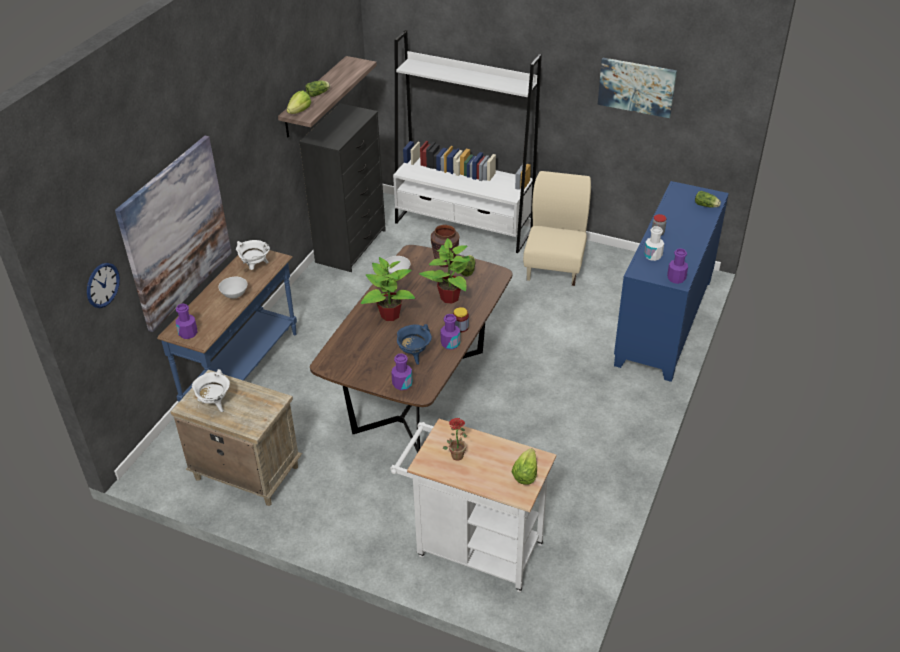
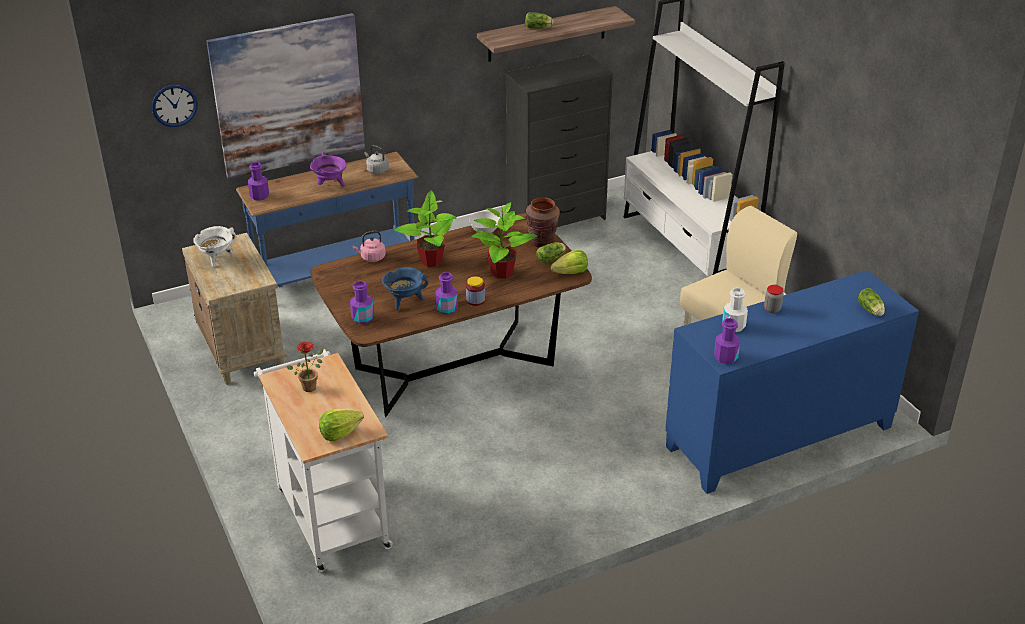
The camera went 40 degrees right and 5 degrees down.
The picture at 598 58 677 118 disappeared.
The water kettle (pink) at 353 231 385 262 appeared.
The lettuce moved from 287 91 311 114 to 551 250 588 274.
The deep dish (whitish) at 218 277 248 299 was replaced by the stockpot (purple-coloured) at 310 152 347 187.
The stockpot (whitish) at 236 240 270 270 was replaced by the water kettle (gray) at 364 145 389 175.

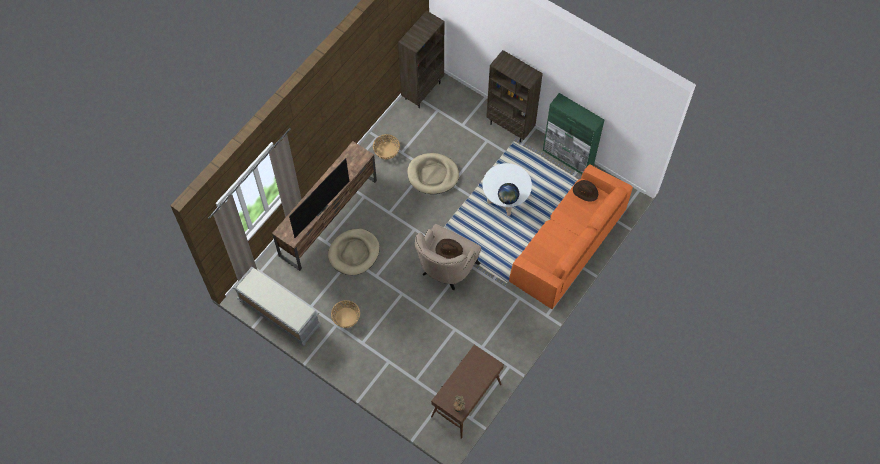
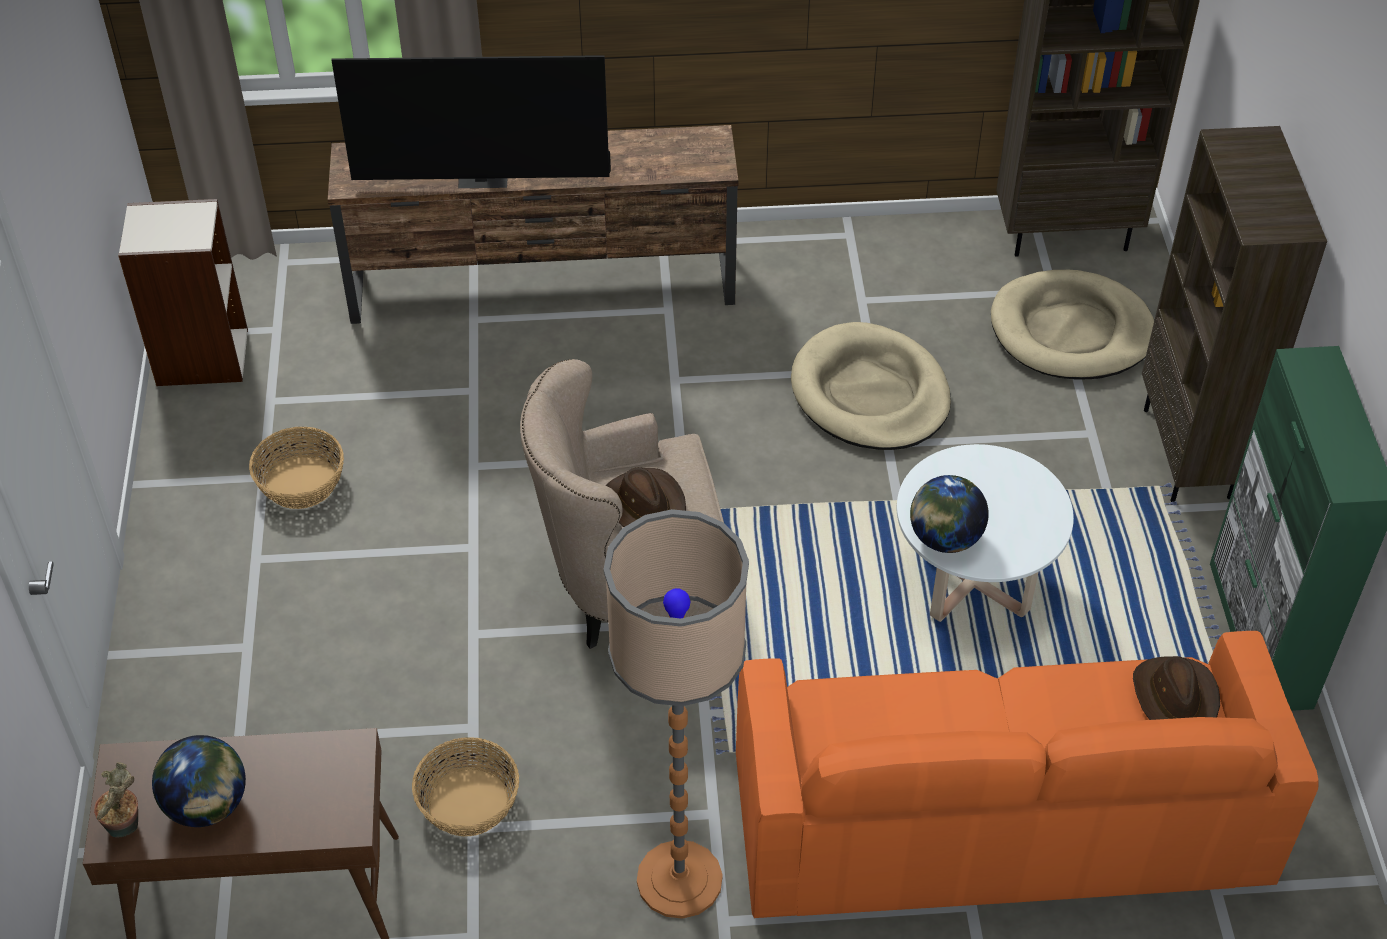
The camera went 50 degrees right and 15 degrees down.
The globe at 152 735 246 827 appeared.
The standing lamp at 604 509 749 919 appeared.
The pet bed (beige-coloured) moved from 328 229 380 275 to 991 270 1154 380.
The household basket moved from 373 134 400 160 to 412 737 519 836.
The bench (gray) at 233 267 322 346 was replaced by the bookcase at 118 199 248 386.

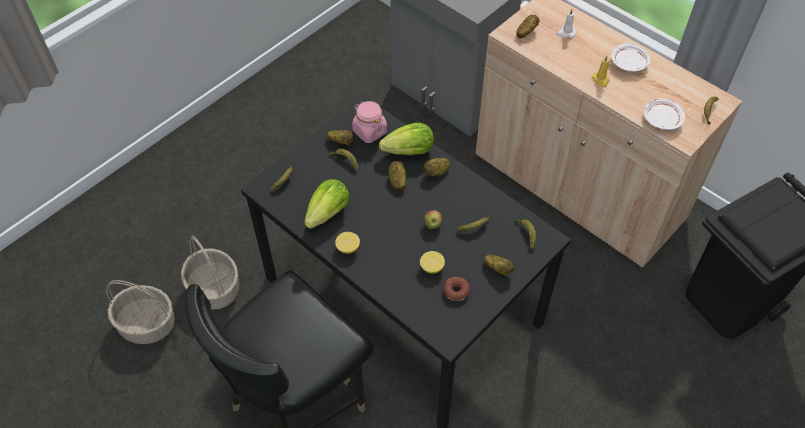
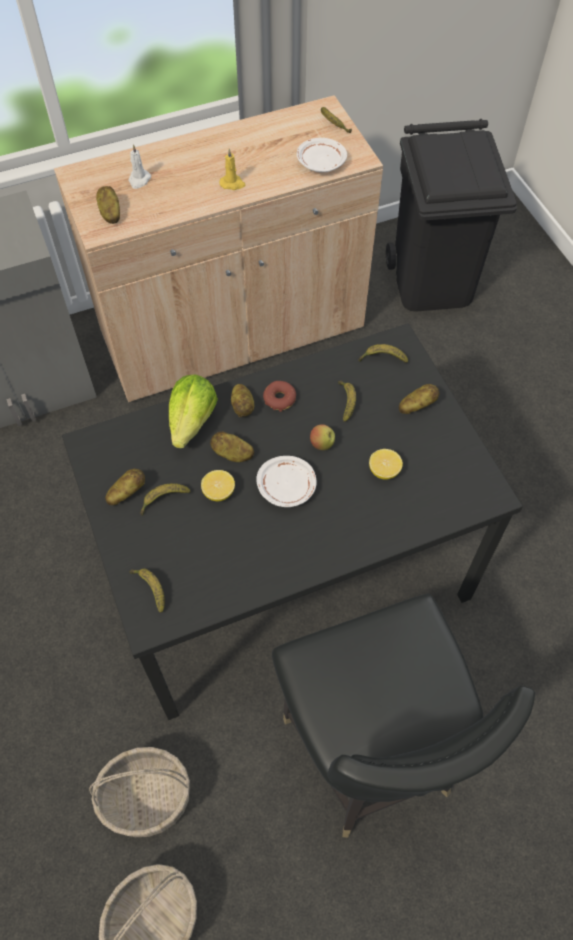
The camera went 65 degrees left and 5 degrees up.
The lettuce at 304 179 350 229 disappeared.
The preserve jar (pink) at 352 101 387 143 disappeared.
The citrus fruit moved from 335 232 360 254 to 201 470 235 501.
The doughnut moved from 443 277 470 301 to 263 381 296 412.
The dinner plate (whitish) moved from 611 43 650 72 to 256 456 316 507.

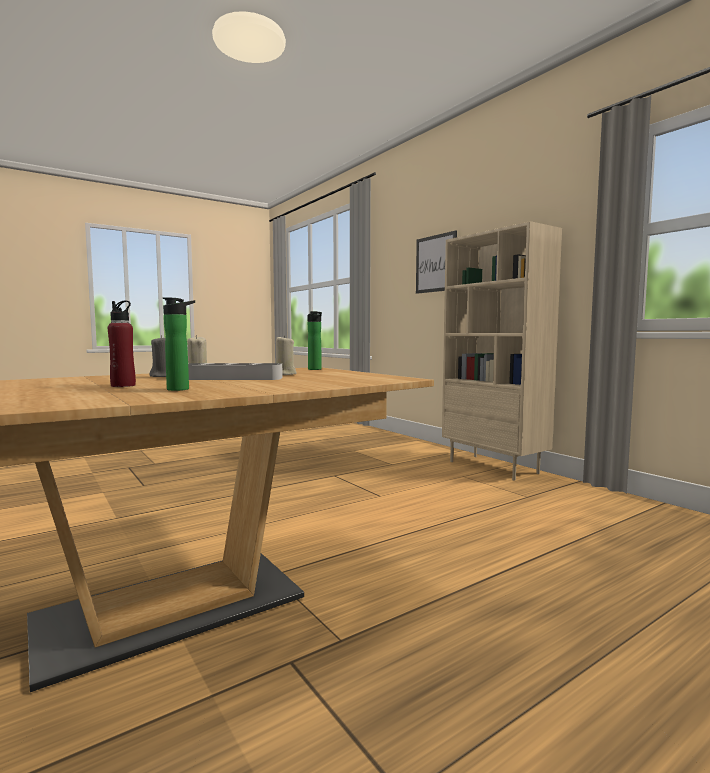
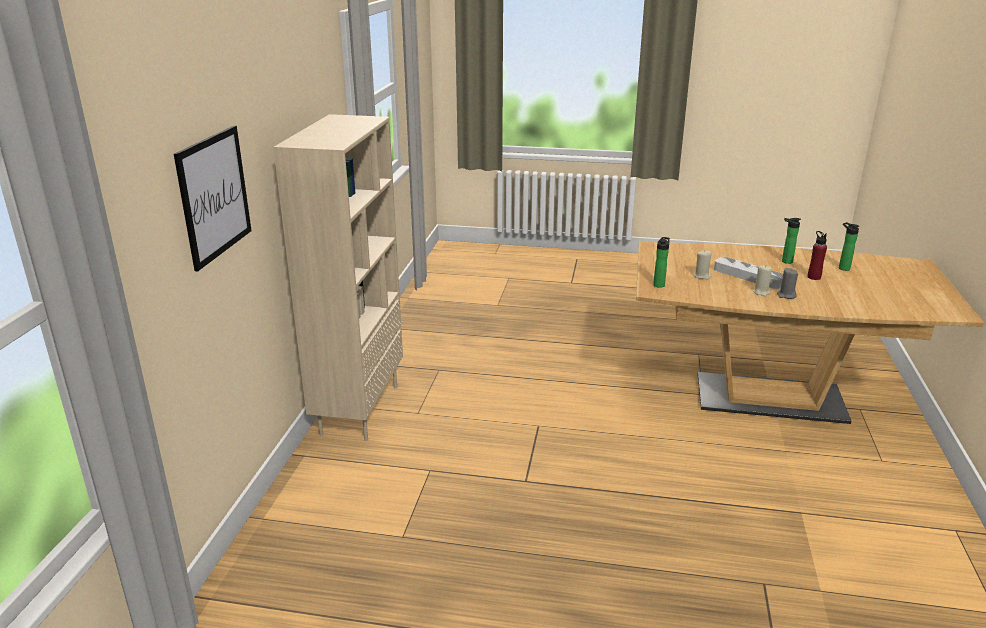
The camera went 135 degrees left and 20 degrees up.
The bottle at 839 222 859 271 appeared.

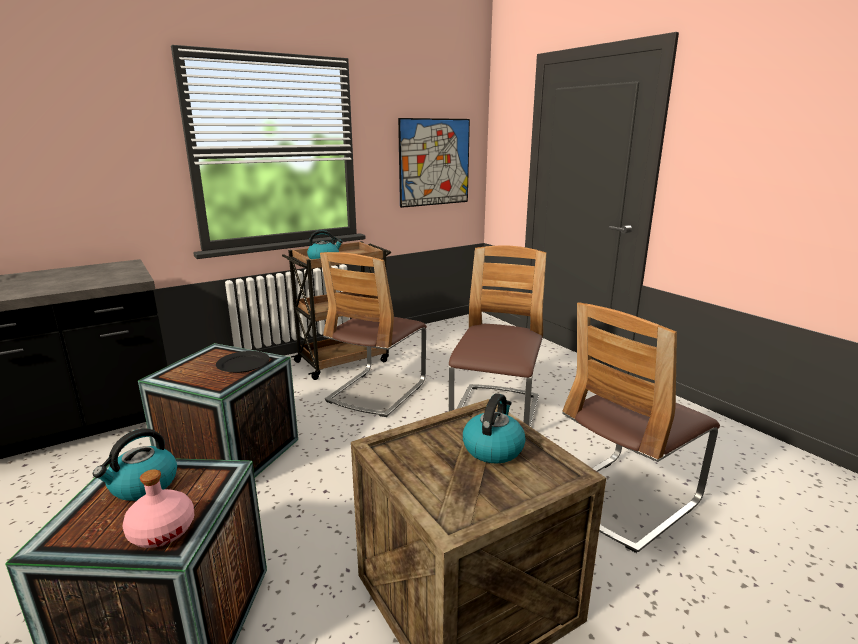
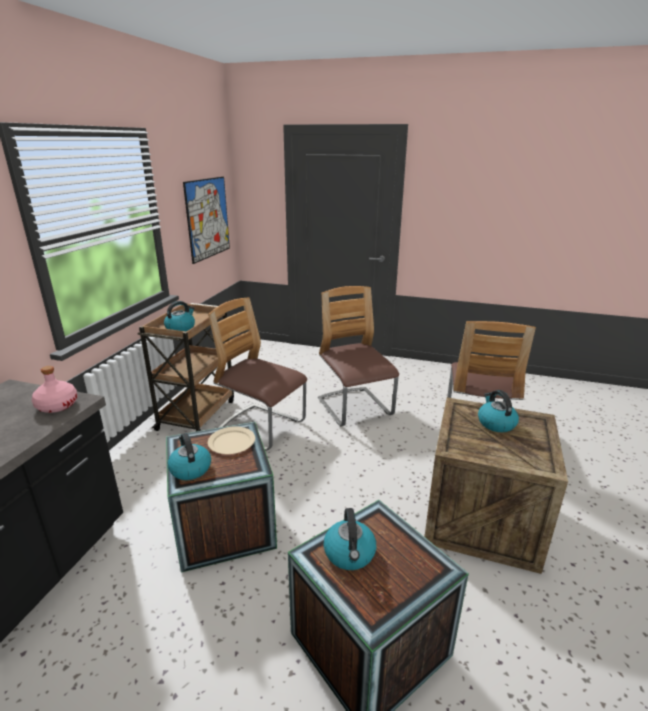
The camera went 40 degrees left and 5 degrees up.
The water kettle at 168 433 211 480 appeared.
The bottle (pink) moved from 122 469 194 548 to 32 366 78 413.
The dinner plate (blackish) at 216 351 270 373 became the dinner plate (beige-coloured) at 208 426 255 454.
The plain chair at 320 252 427 417 turned 135 degrees clockwise.

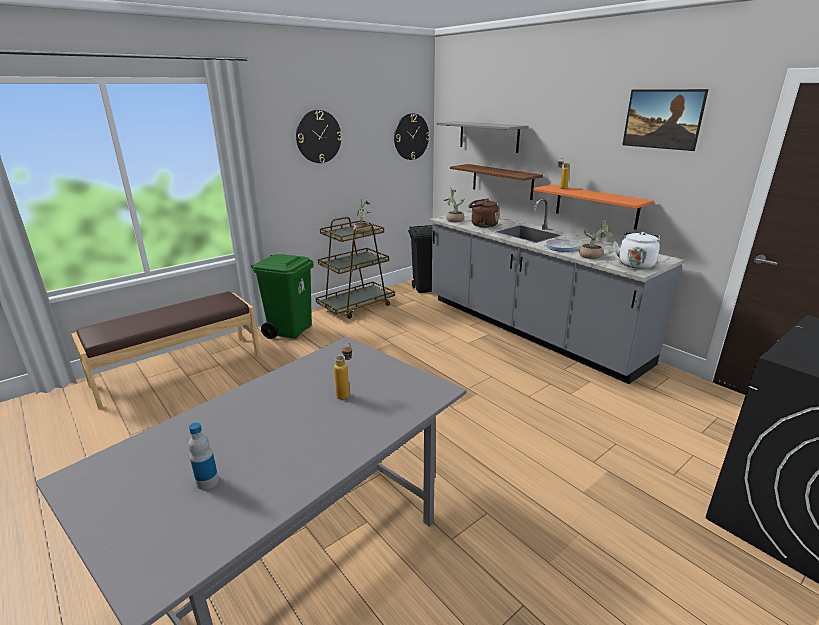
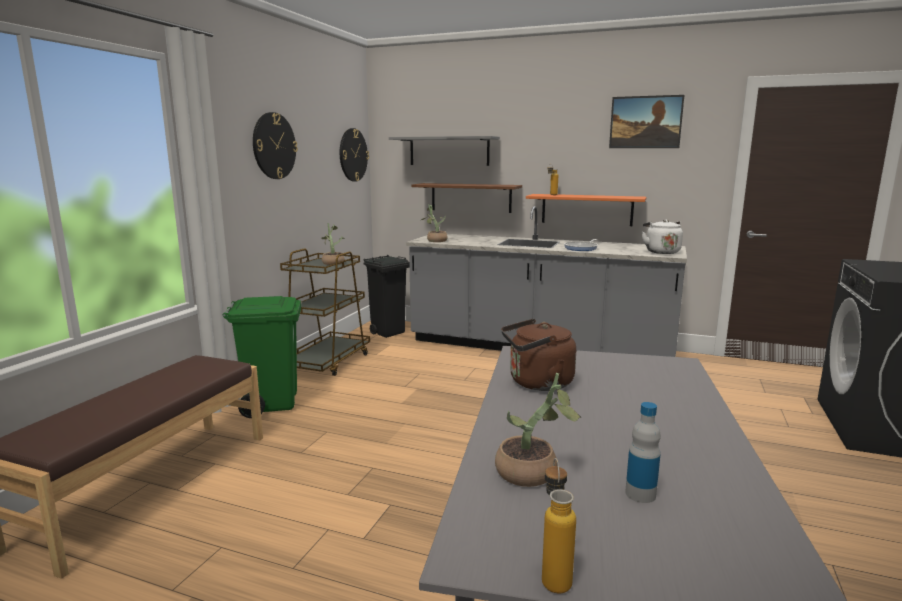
The camera went 30 degrees left and 10 degrees down.
The bottle moved from 334 343 352 400 to 542 458 576 594.
The water kettle (brownish) moved from 469 199 499 228 to 501 319 576 391.
The potted plant moved from 579 218 614 259 to 495 373 581 487.

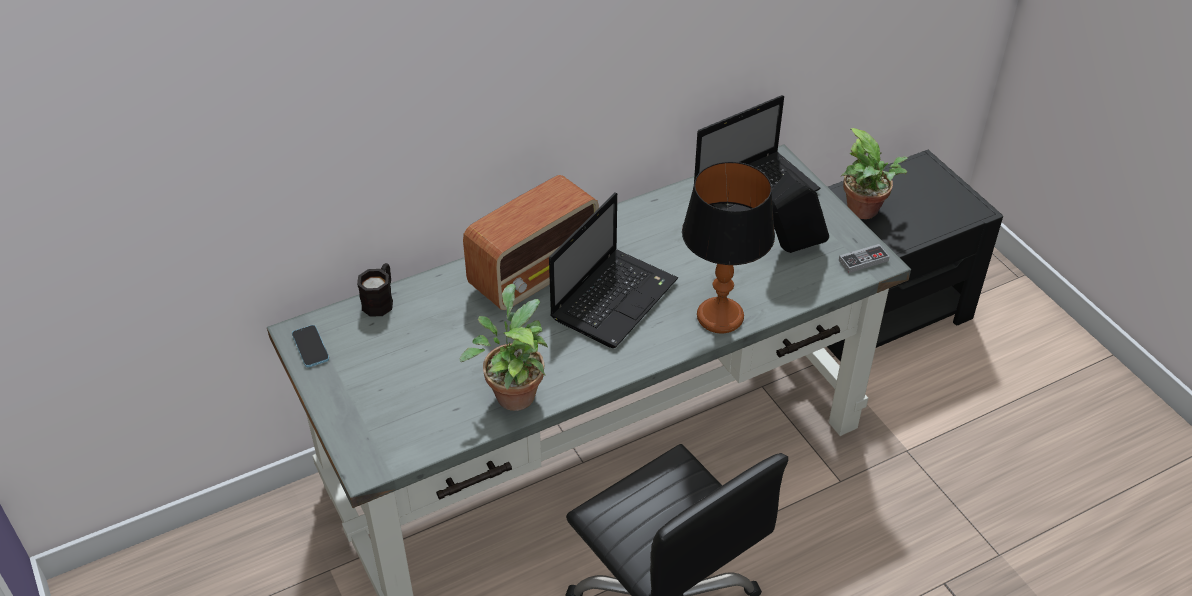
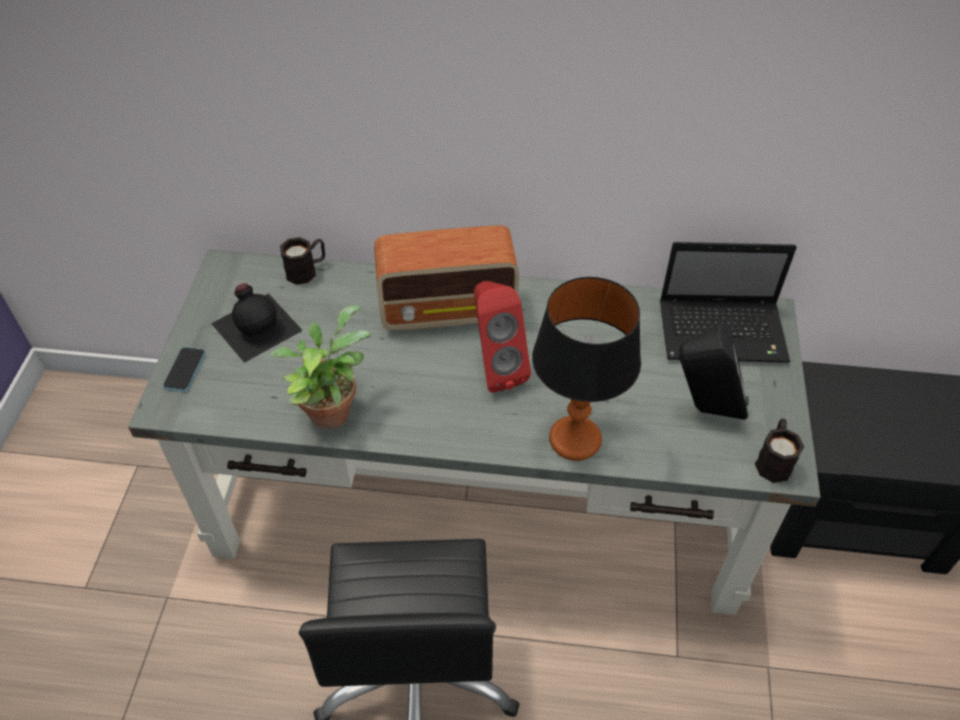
The camera went 35 degrees right and 5 degrees up.
The potted plant at 841 128 908 219 disappeared.
The bottle (blackish) at 211 283 303 363 appeared.
The handset moved from 292 325 329 367 to 163 347 205 392.
The laptop at 549 193 678 348 was replaced by the speaker (reddish) at 474 281 531 392.
The gamepad at 839 244 890 273 was replaced by the tea mug (blackish) at 755 419 804 483.

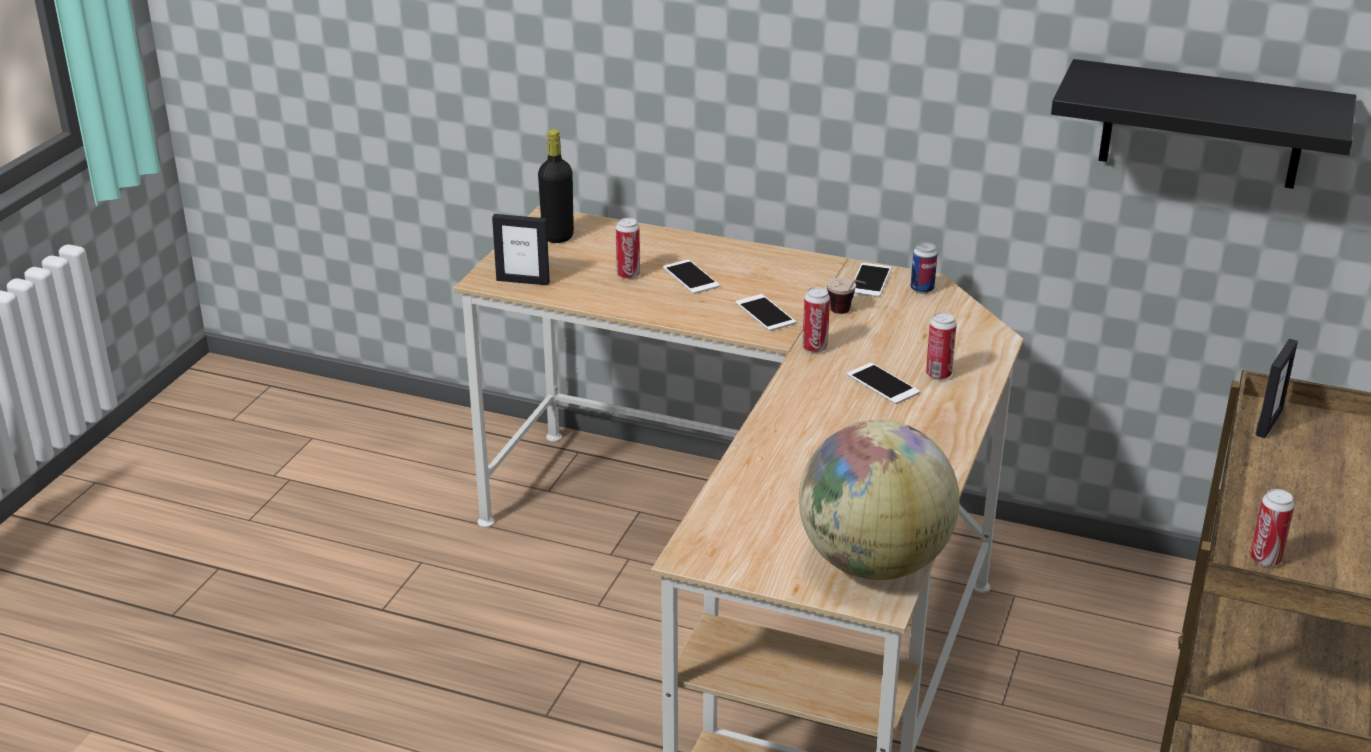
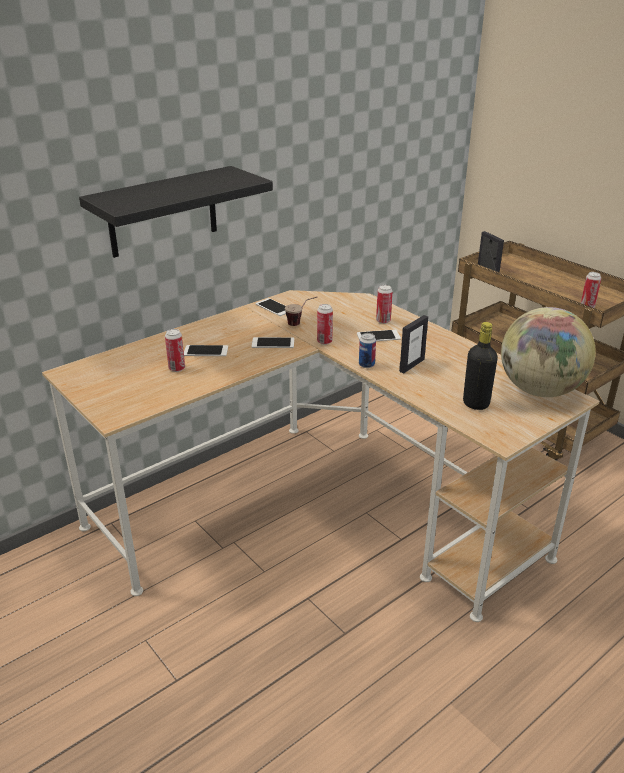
The camera went 60 degrees left and 0 degrees up.
The standing frame moved from 492 214 550 285 to 399 315 428 373.
The bottle (blackish) moved from 538 129 574 243 to 463 322 498 410.
The can moved from 911 242 937 294 to 359 333 376 368.
The shelf (blackish) moved from 1051 59 1357 189 to 79 166 273 258.

